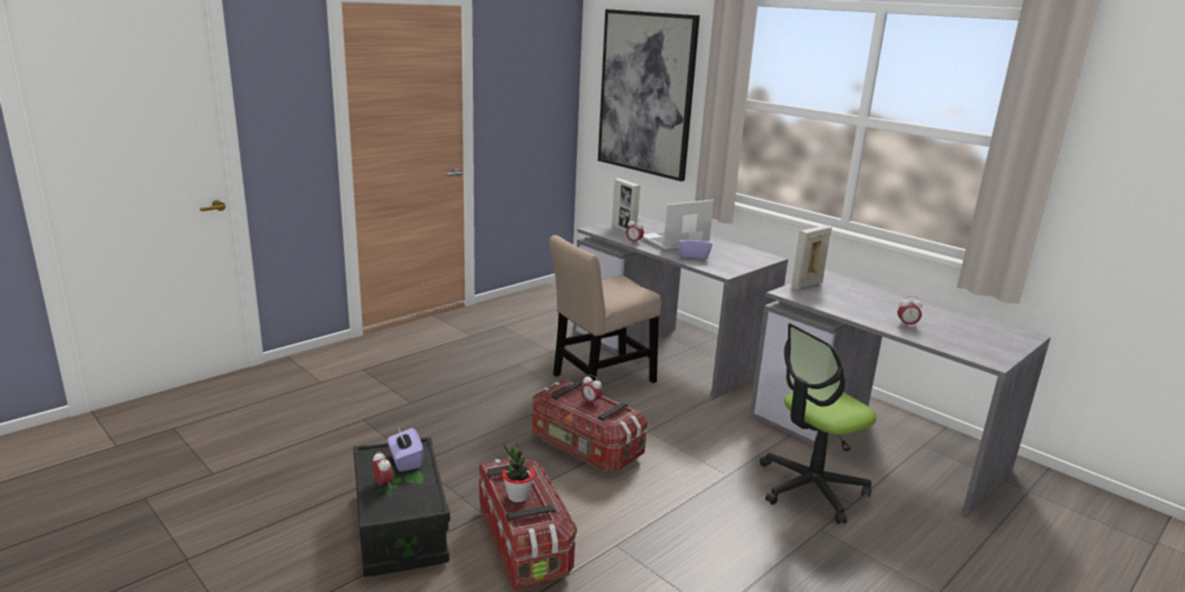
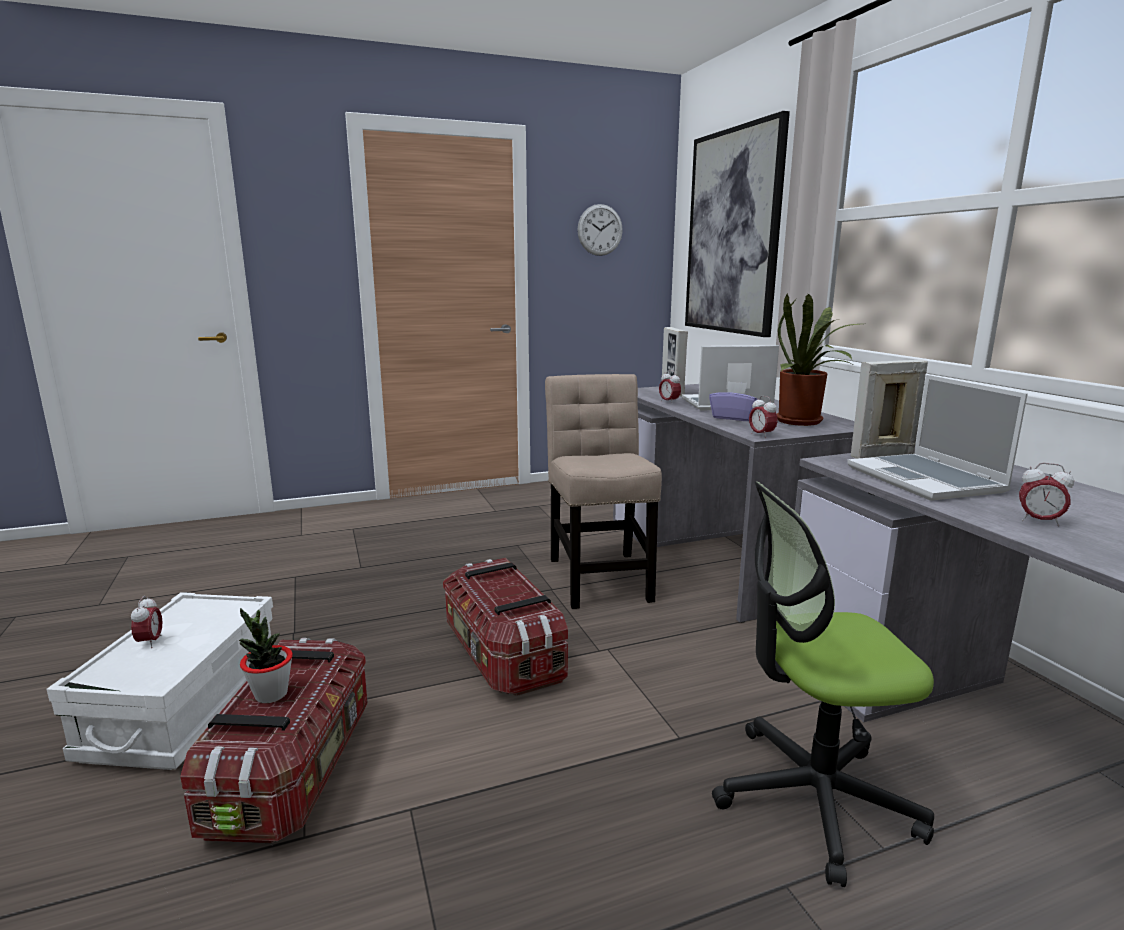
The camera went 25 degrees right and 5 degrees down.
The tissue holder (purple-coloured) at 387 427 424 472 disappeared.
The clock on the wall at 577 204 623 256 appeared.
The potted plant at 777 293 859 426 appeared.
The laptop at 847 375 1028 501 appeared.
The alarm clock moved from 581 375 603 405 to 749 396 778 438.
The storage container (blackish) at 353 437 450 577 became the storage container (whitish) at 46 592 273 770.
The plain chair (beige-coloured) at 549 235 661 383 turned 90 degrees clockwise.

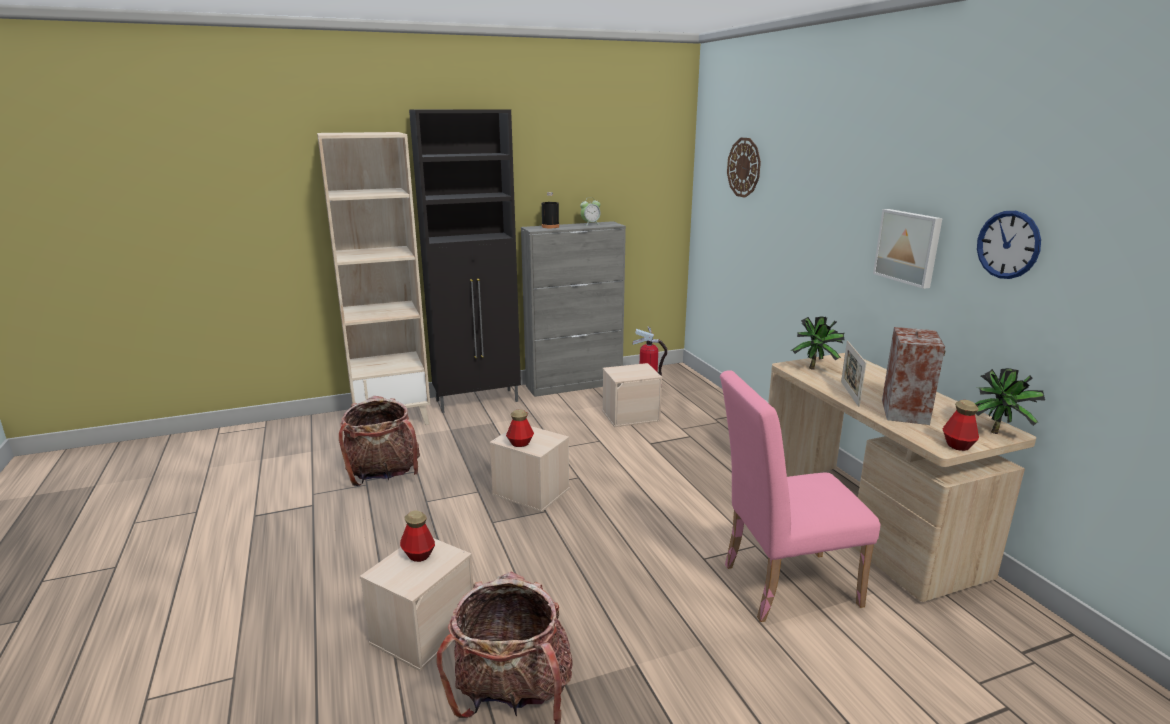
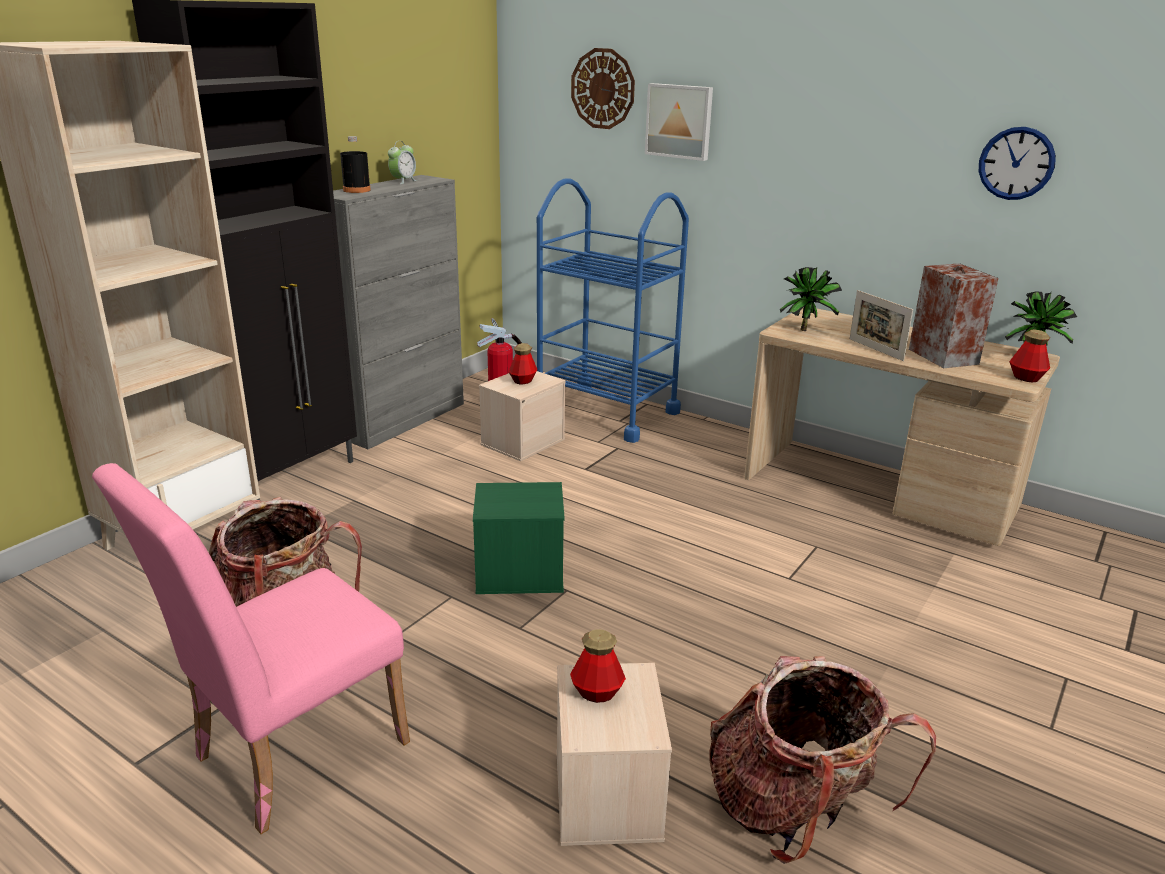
The camera went 35 degrees left and 5 degrees up.
The trolley (blue) at 537 178 689 443 appeared.
The bottle moved from 506 410 534 447 to 508 343 538 385.
The plain chair (pink) moved from 720 370 880 622 to 92 463 410 834.
The picture moved from 873 209 943 289 to 645 83 713 161.
The storage container (beige-coloured) at 490 426 570 512 became the storage container (green) at 473 482 565 594.

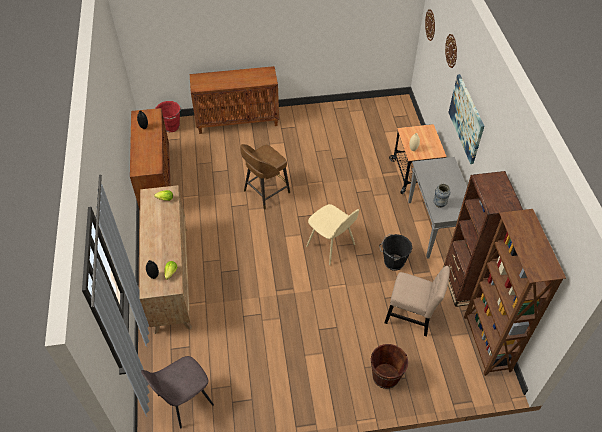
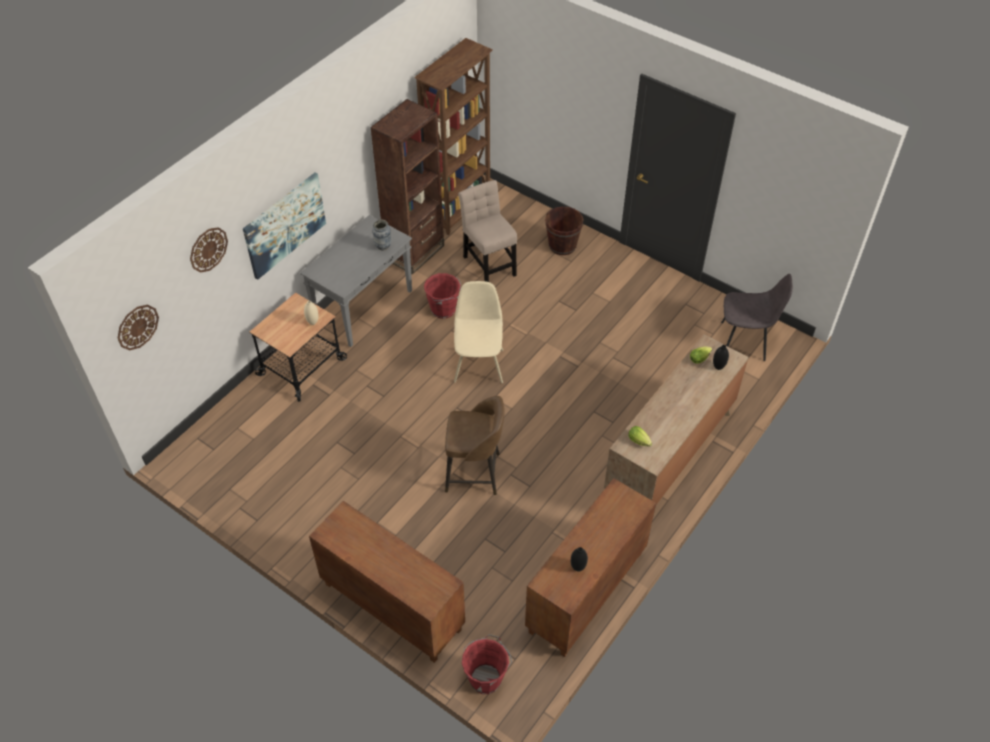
The camera went 135 degrees left and 0 degrees up.
The pail (blackish) at 379 234 412 271 became the pail (reddish) at 424 273 461 319.

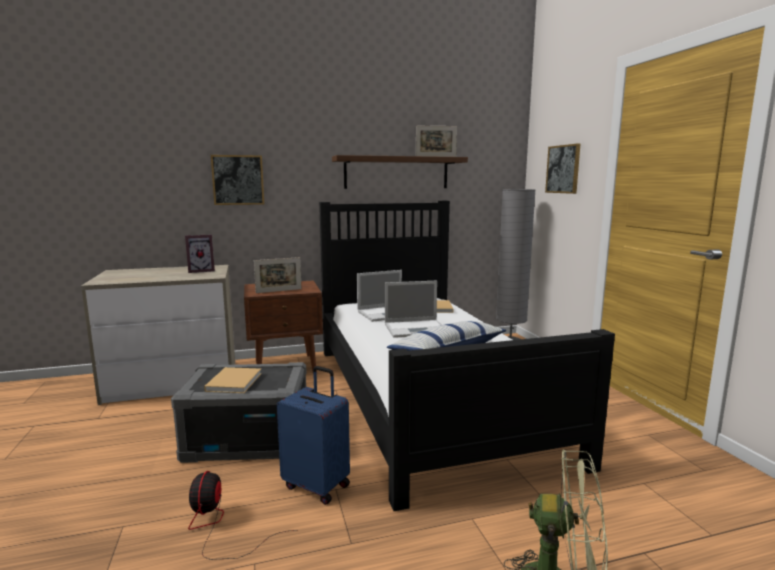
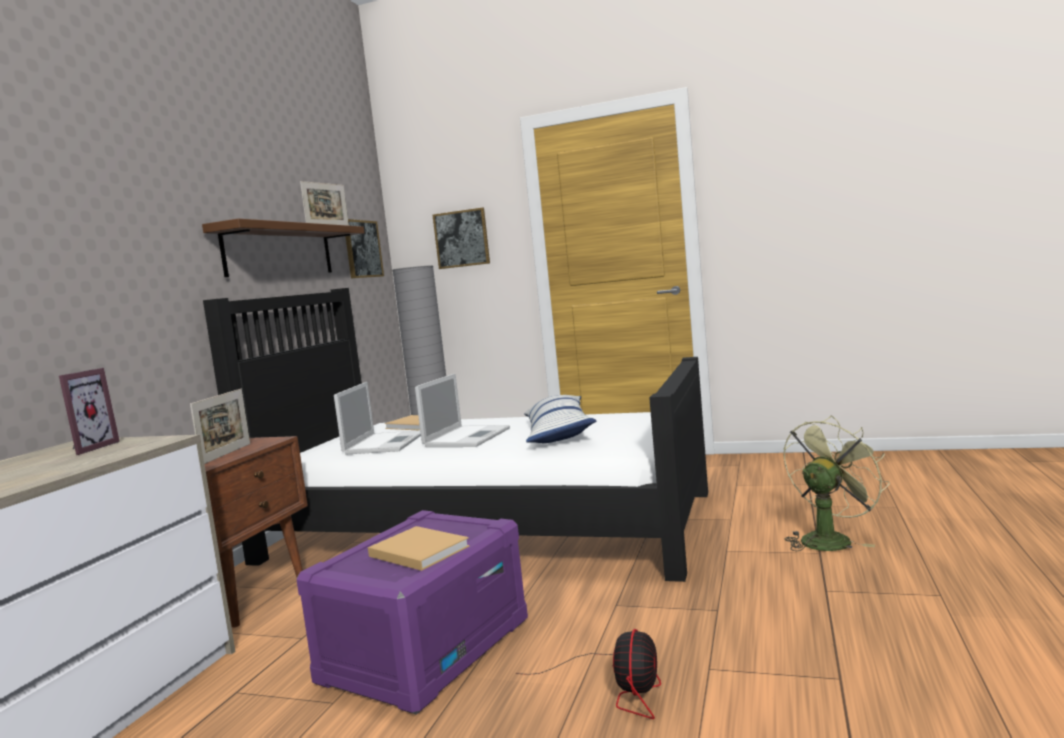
The camera went 55 degrees left and 5 degrees down.
The piece of luggage (blue) at 277 366 350 505 disappeared.
The picture moved from 211 155 264 205 to 345 219 384 279.
The storage container (gray) at 171 362 307 463 became the storage container (purple-coloured) at 297 510 528 715.
The cooling fan at 188 471 298 560 turned 105 degrees counterclockwise.

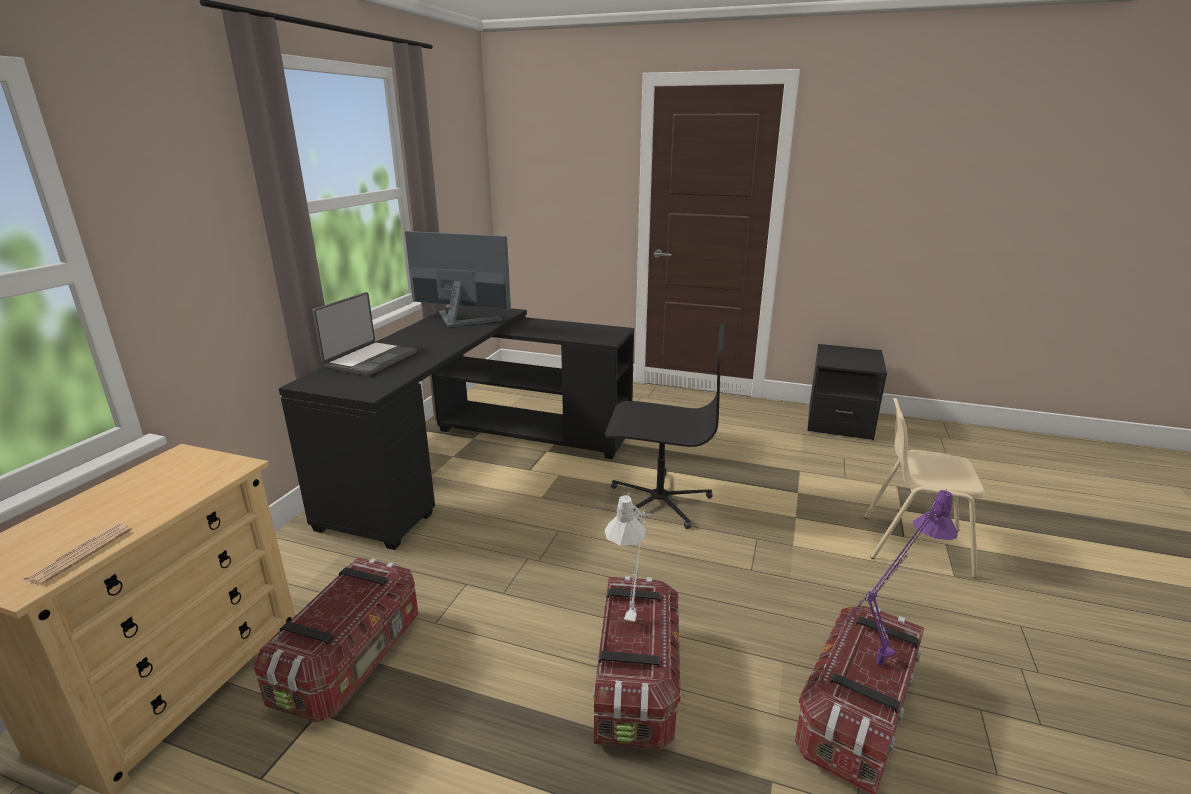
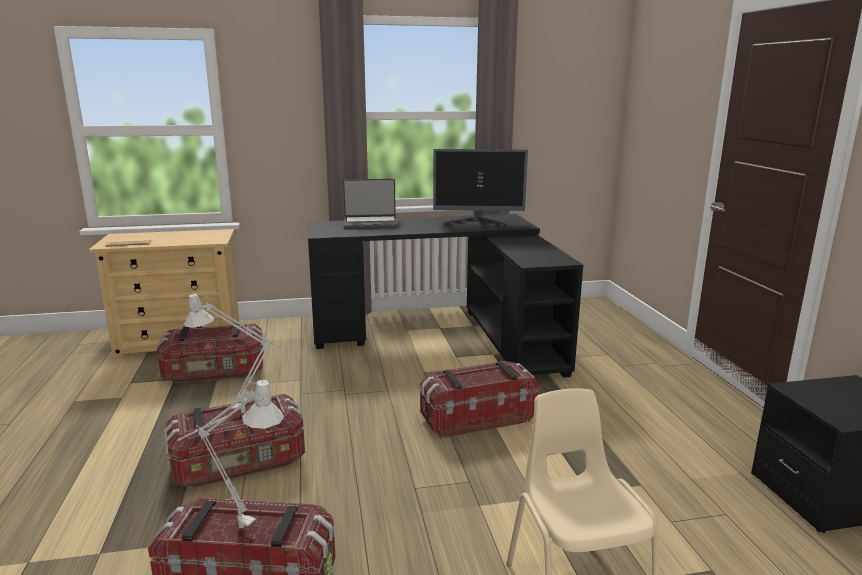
The camera went 60 degrees right and 5 degrees down.
The desk chair (blackish) at 605 323 724 529 was replaced by the storage container at 420 361 539 439.
The lamp for a table (purple-coloured) at 836 490 958 665 became the lamp for a table (gray) at 178 379 284 528.
The computer display at 405 231 511 327 turned 105 degrees clockwise.

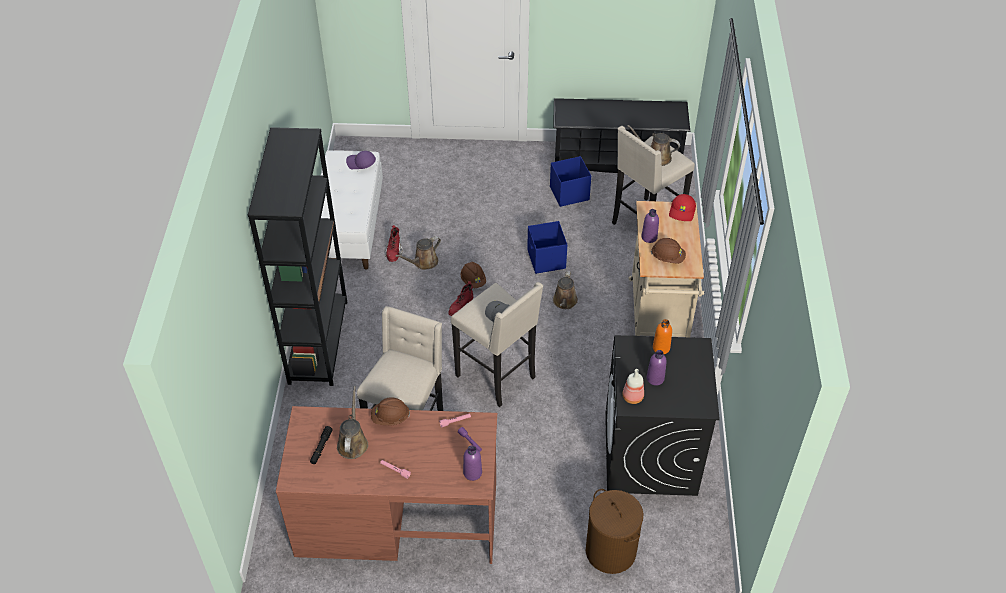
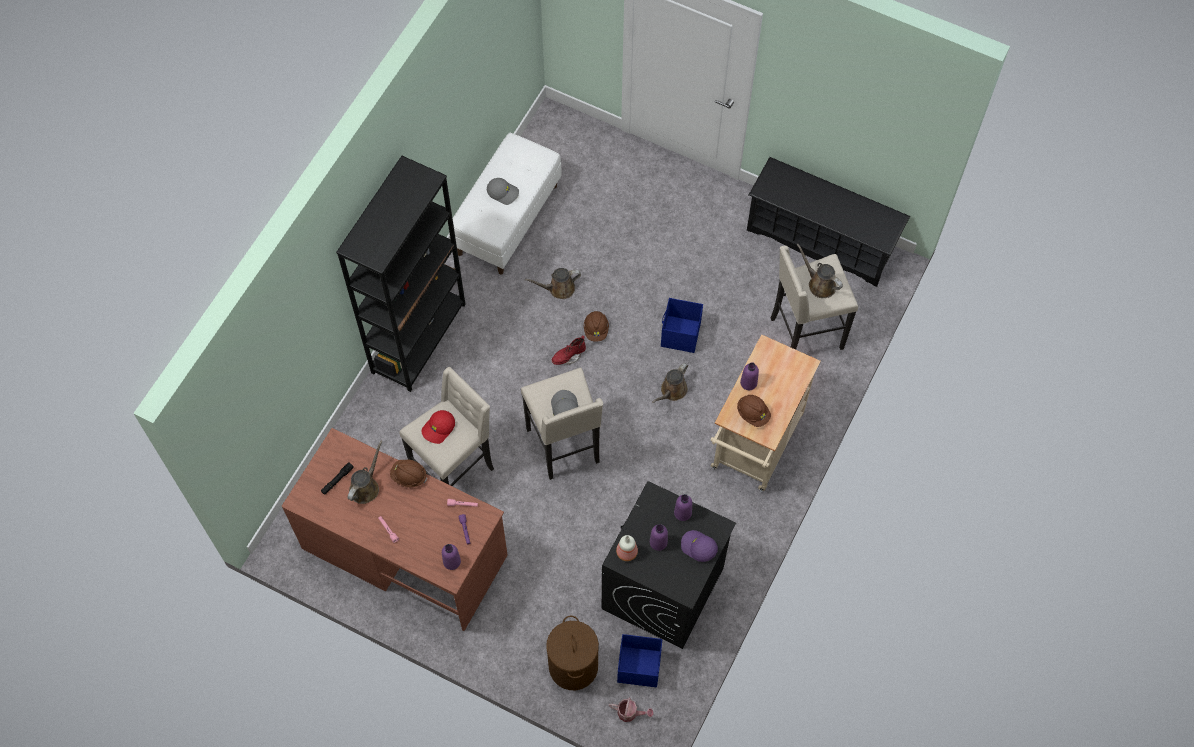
The camera went 25 degrees right and 15 degrees up.
The high-top boot (reddish) at 385 225 403 262 disappeared.
The baseball cap (gray) at 487 178 519 205 appeared.
The sprinkling can at 609 698 653 722 appeared.
The baseball cap (purple-coloured) moved from 346 151 376 169 to 681 530 718 562.
The storage container (blue) moved from 550 156 591 207 to 617 634 662 687.
The baseball cap (reddish) moved from 669 194 696 221 to 422 410 455 444.
The bottle (orange) at 653 319 672 354 became the bottle (purple-coloured) at 674 494 692 521.

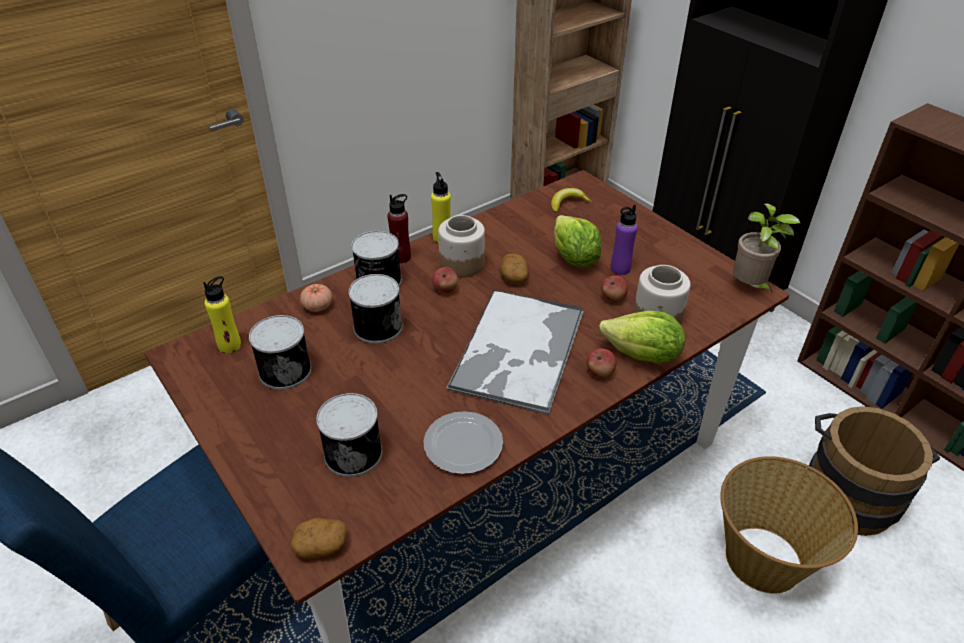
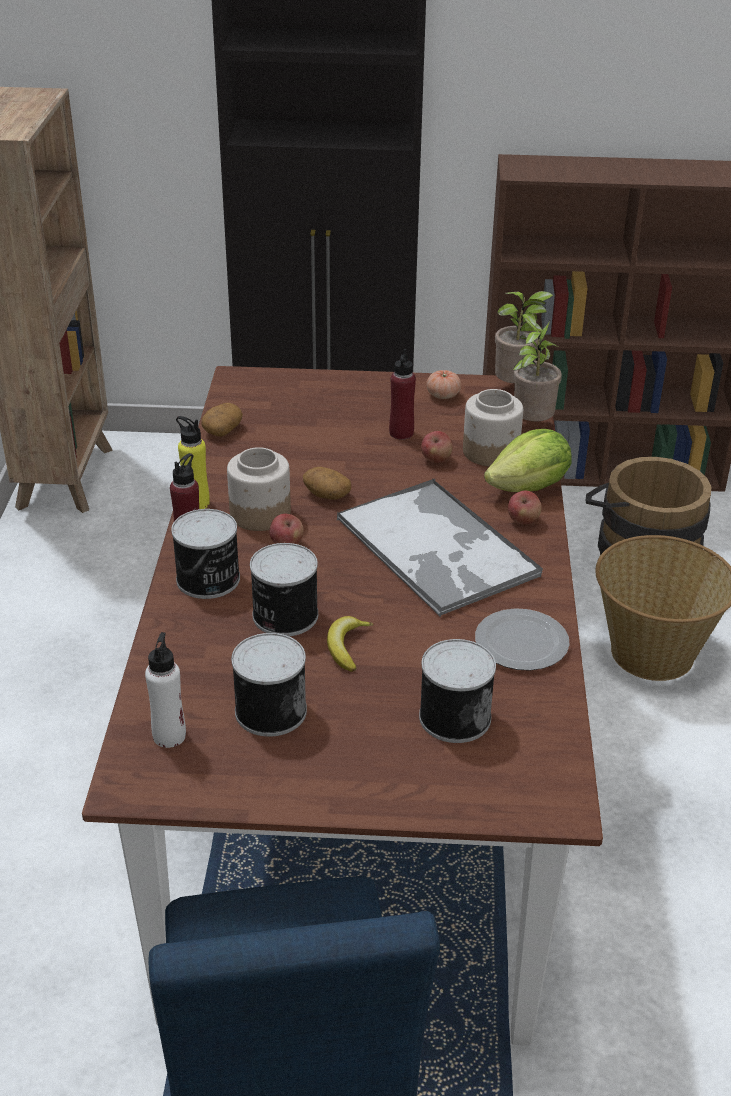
The camera went 50 degrees left and 5 degrees down.
The lettuce at 554 215 602 267 disappeared.
The potted plant at 513 318 562 421 appeared.
The potato moved from 291 518 347 559 to 201 403 243 437.
The tomato moved from 300 284 332 312 to 426 370 461 399.
The banana fruit moved from 551 188 592 213 to 327 616 373 672.
The bottle (yellow-coloured) at 203 276 241 353 became the bottle (whitish) at 145 632 186 748.
The bottle (purple-coloured) at 611 204 638 275 became the bottle (reddish) at 389 349 416 440.

